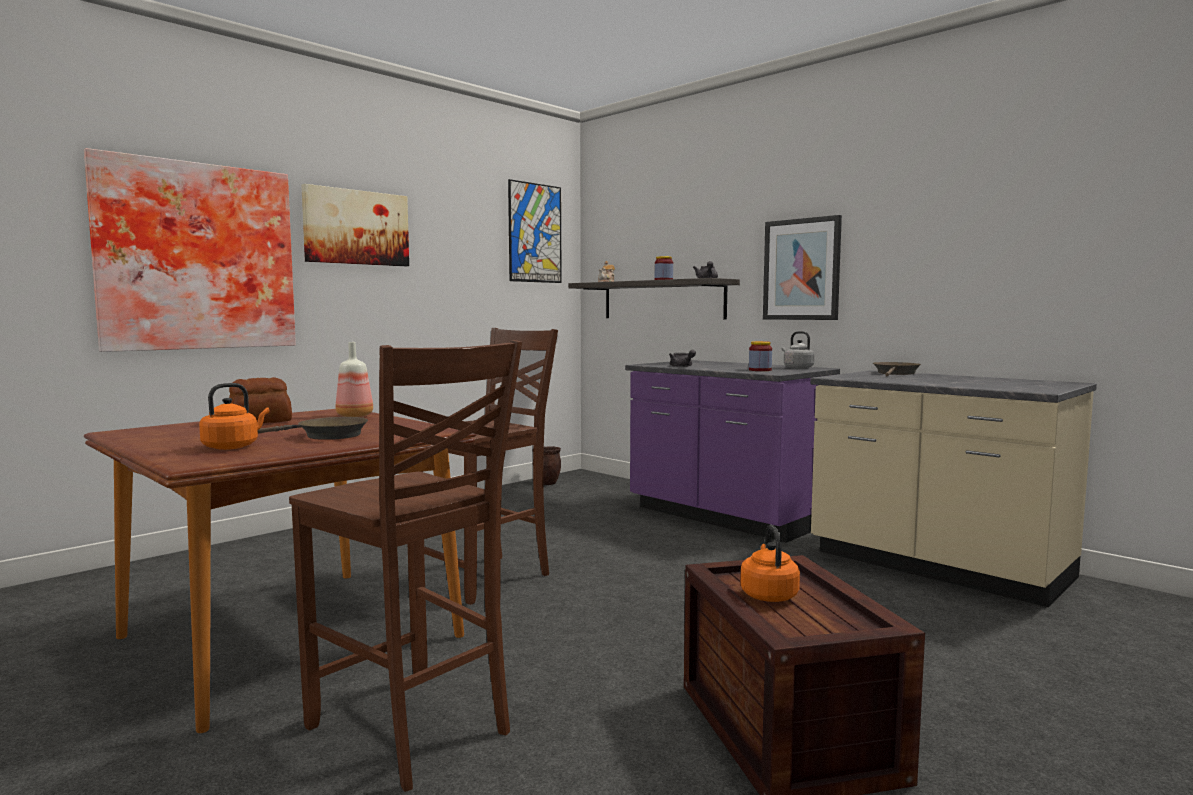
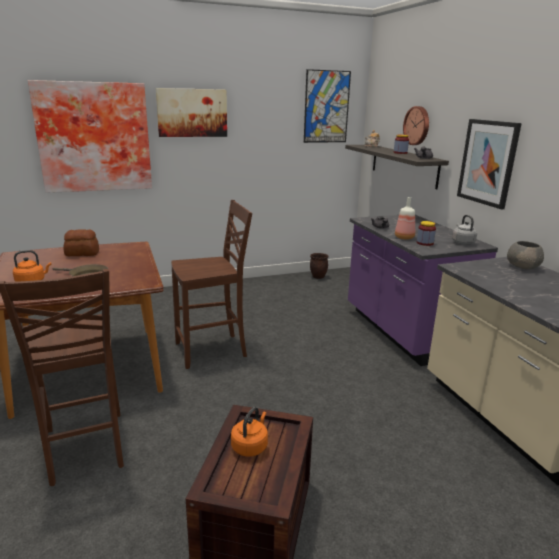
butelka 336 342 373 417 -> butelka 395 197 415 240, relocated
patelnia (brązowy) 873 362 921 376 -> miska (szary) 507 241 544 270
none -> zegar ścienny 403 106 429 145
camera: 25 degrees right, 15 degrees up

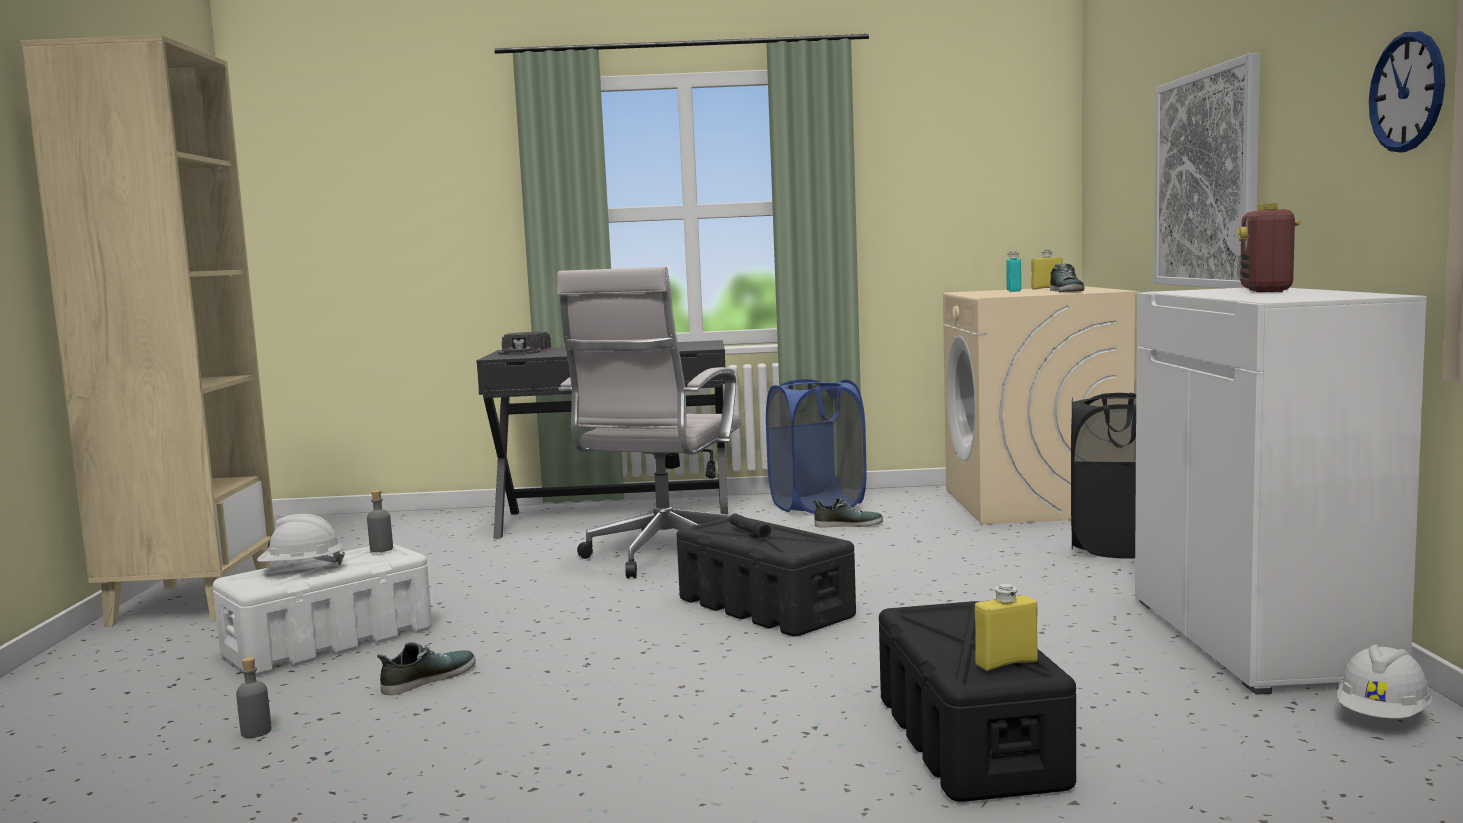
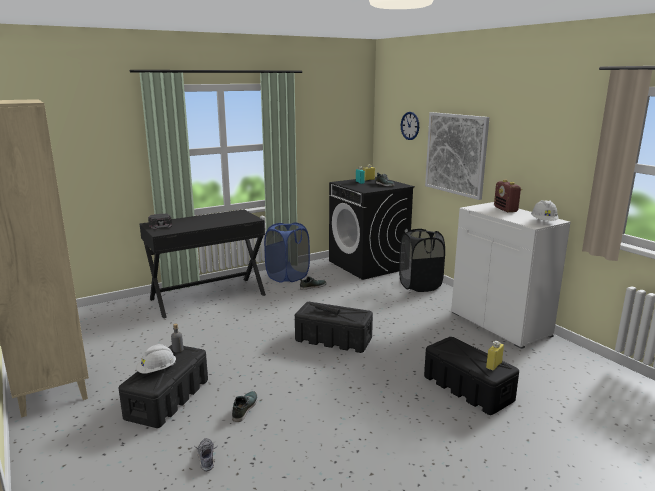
pojemnik do przechowywania (biały) 213 544 432 676 -> pojemnik do przechowywania (czarny) 119 345 208 428
butelka (szary) 236 657 272 738 -> but 195 438 216 471
krzesło biurowe (biały) 557 267 741 578 -> none
pralka (beżowy) 943 286 1140 525 -> pralka (czarny) 329 177 415 280
kask (biały) 1337 644 1432 719 -> kask (biały) 531 200 558 221, relocated
zegar ścienny 1369 31 1445 152 -> zegar ścienny 401 112 419 140, relocated
camera: 30 degrees left, 10 degrees up

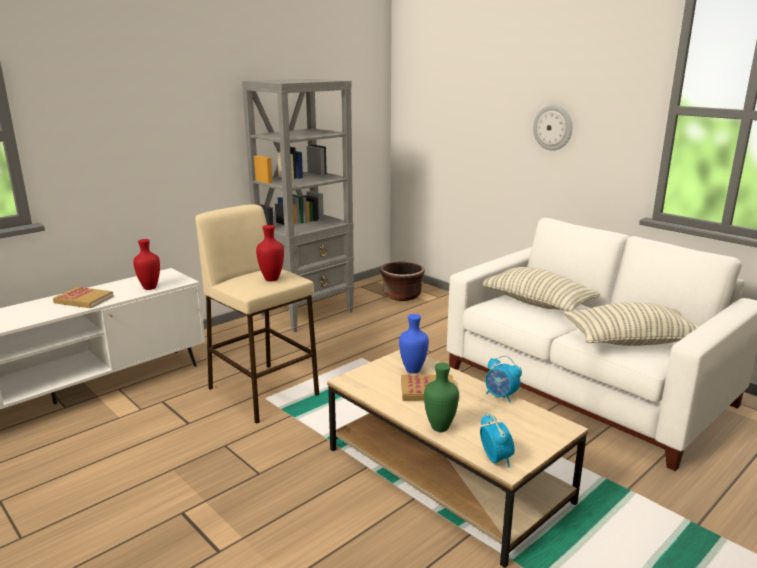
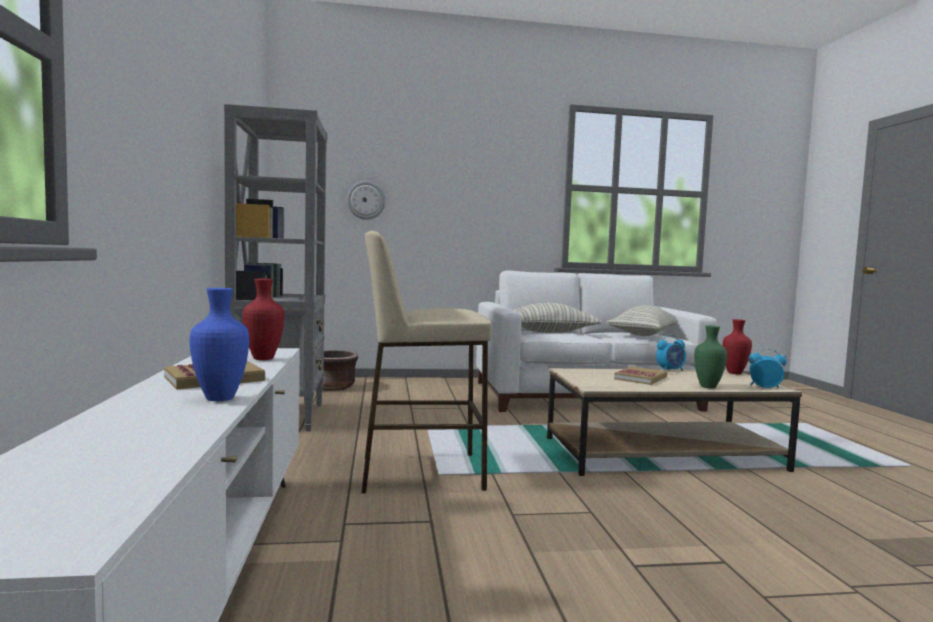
wazon (czerwony) 256 225 284 281 -> wazon (czerwony) 723 319 752 374, relocated
wazon (niebieski) 399 314 429 374 -> wazon (niebieski) 190 288 249 401, relocated
zegar ścienny 533 105 572 151 -> zegar ścienny 347 181 386 220, relocated
camera: 55 degrees left, 15 degrees down

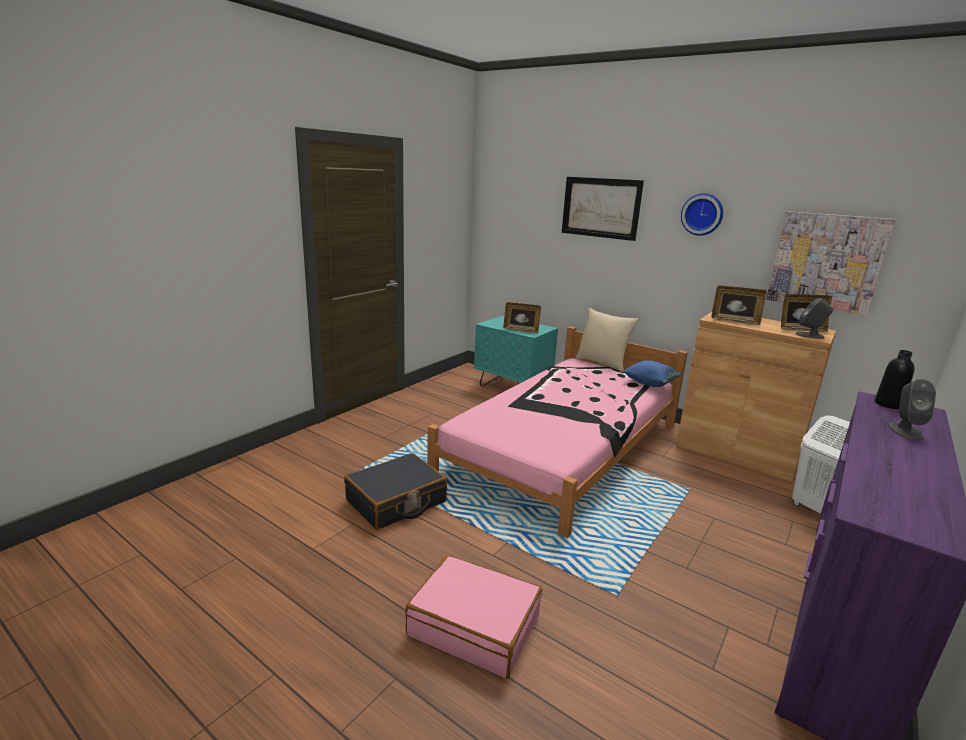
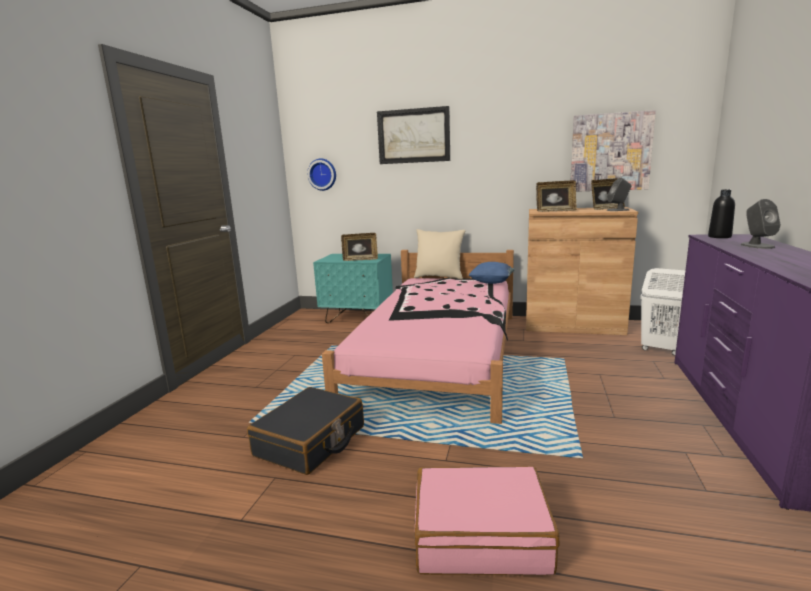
zegar ścienny 681 193 723 236 -> zegar ścienny 307 158 336 191, relocated
camera: 20 degrees left, 5 degrees down

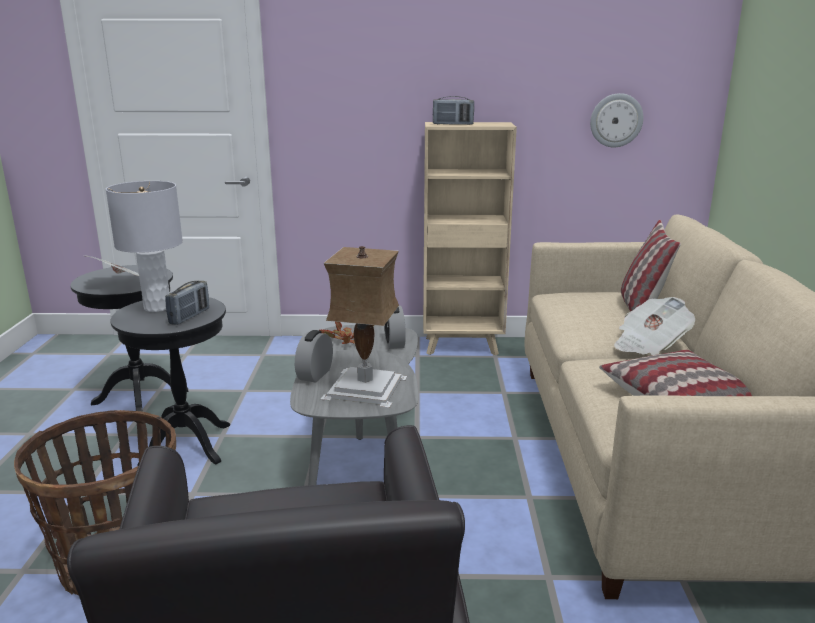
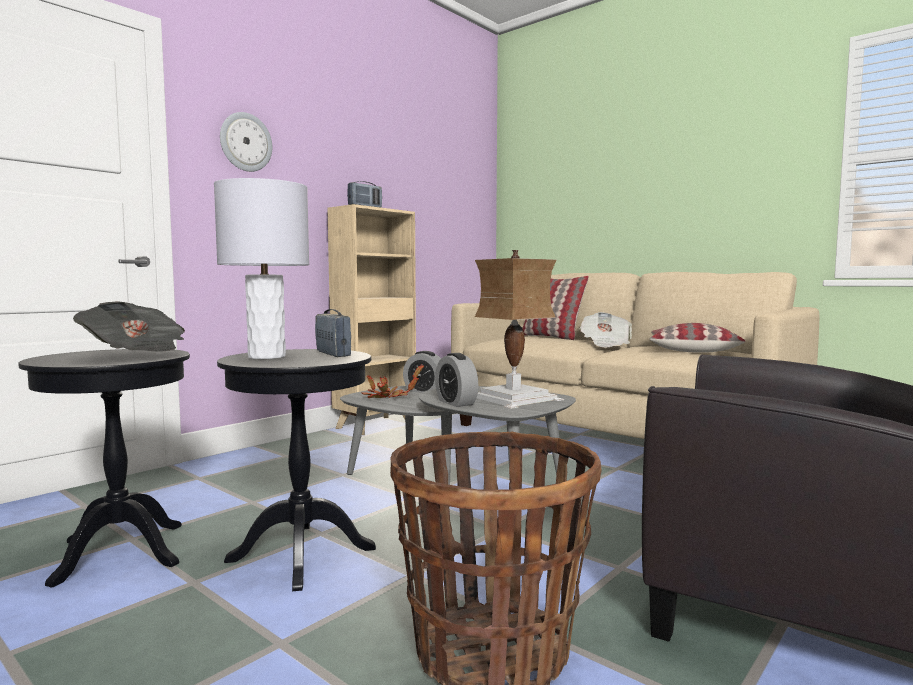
zegar ścienny 590 93 644 147 -> zegar ścienny 220 112 272 172, relocated
camera: 50 degrees left, 15 degrees down

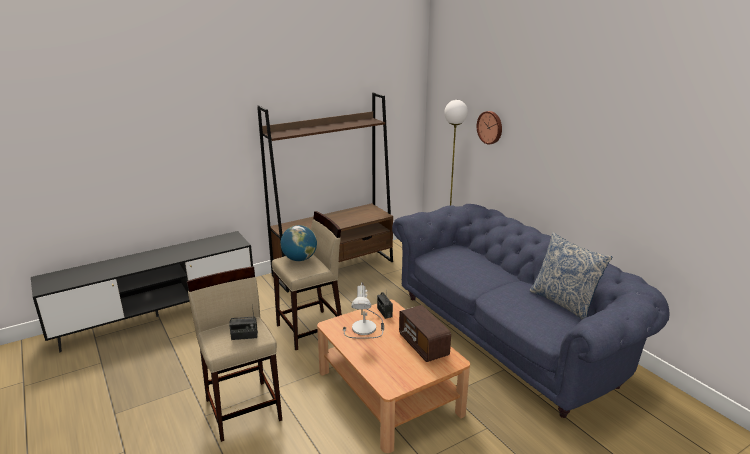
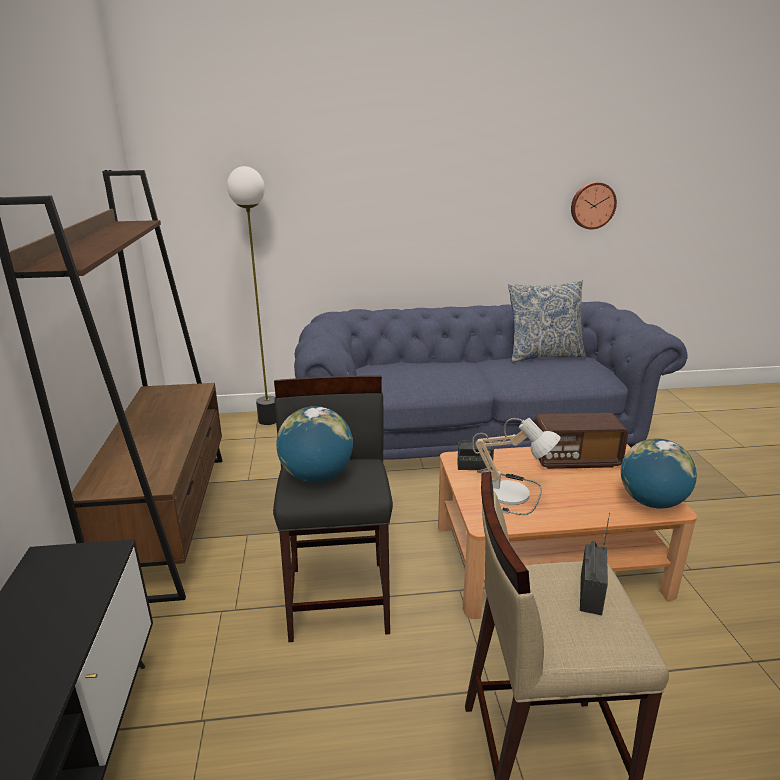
stołek (beżowy) 272 211 342 350 -> stołek (czarny) 273 375 393 642
zegar ścienny 477 111 502 144 -> zegar ścienny 571 182 617 229, relocated
none -> globus 621 438 697 508
camera: 65 degrees left, 0 degrees up

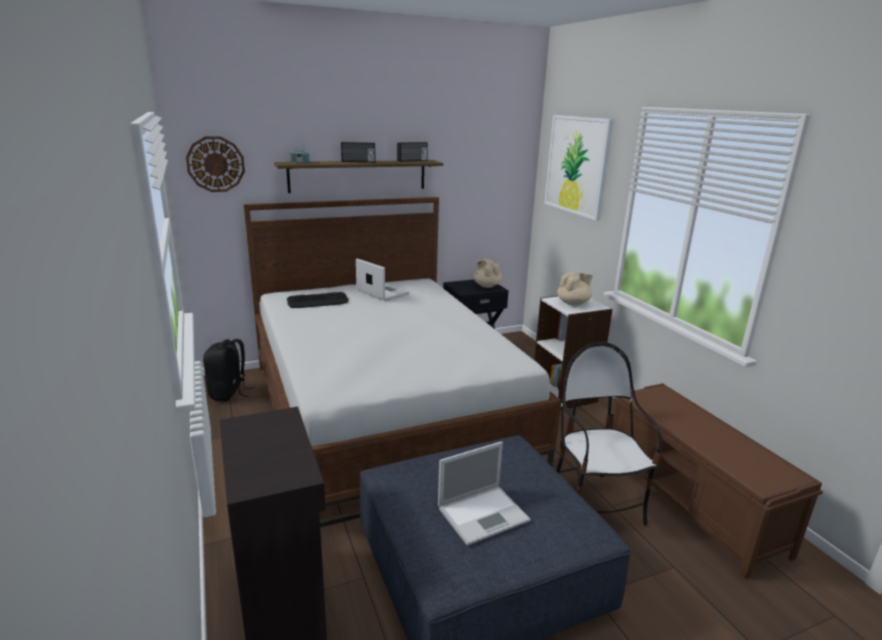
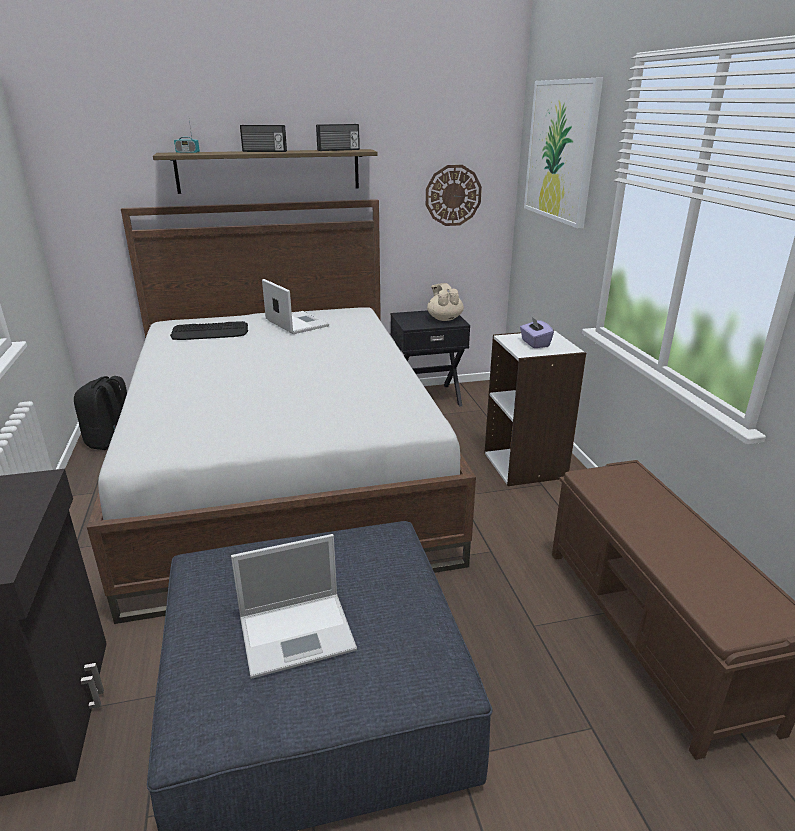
zegar ścienny 186 136 245 192 -> zegar ścienny 426 165 482 226, relocated
krzesło 556 342 663 526 -> none
imbryk (beżowy) 557 271 593 305 -> pudełko chusteczek (fioletowy) 520 317 554 348
camera: 10 degrees right, 5 degrees up

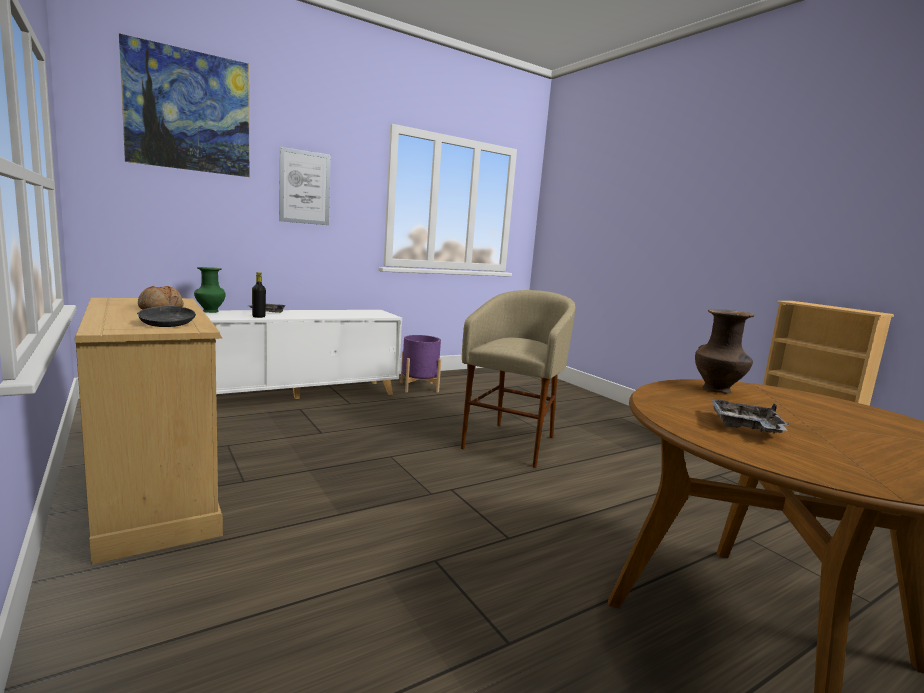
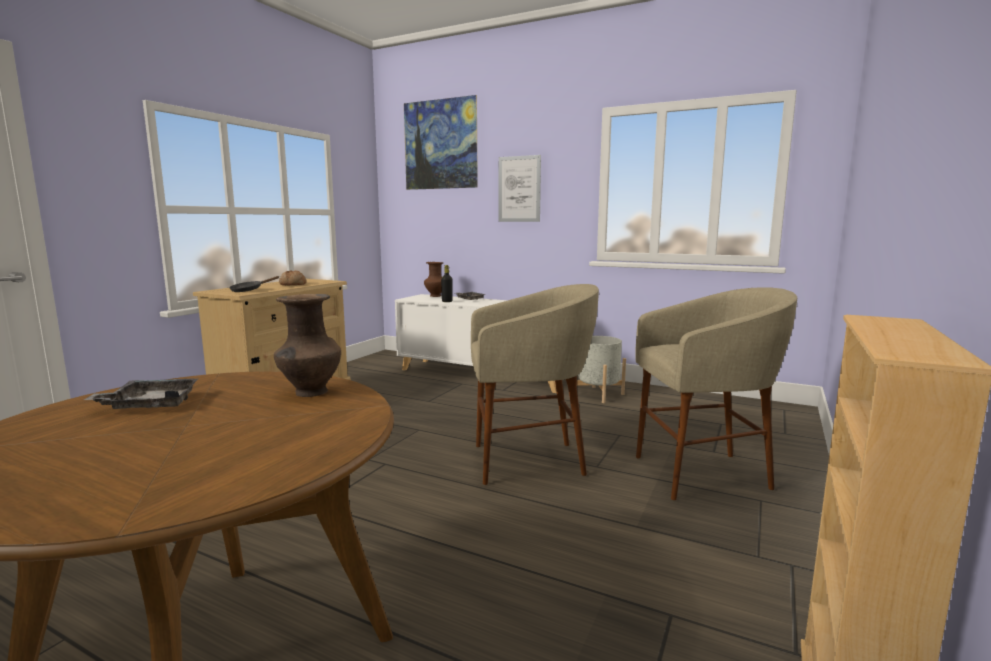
wazon (zielony) 194 267 226 313 -> wazon (brązowy) 424 262 443 297
donica (fioletowy) 400 335 441 393 -> donica (szary) 577 336 626 403
none -> stołek (beżowy) 635 287 797 500
camera: 60 degrees right, 0 degrees up

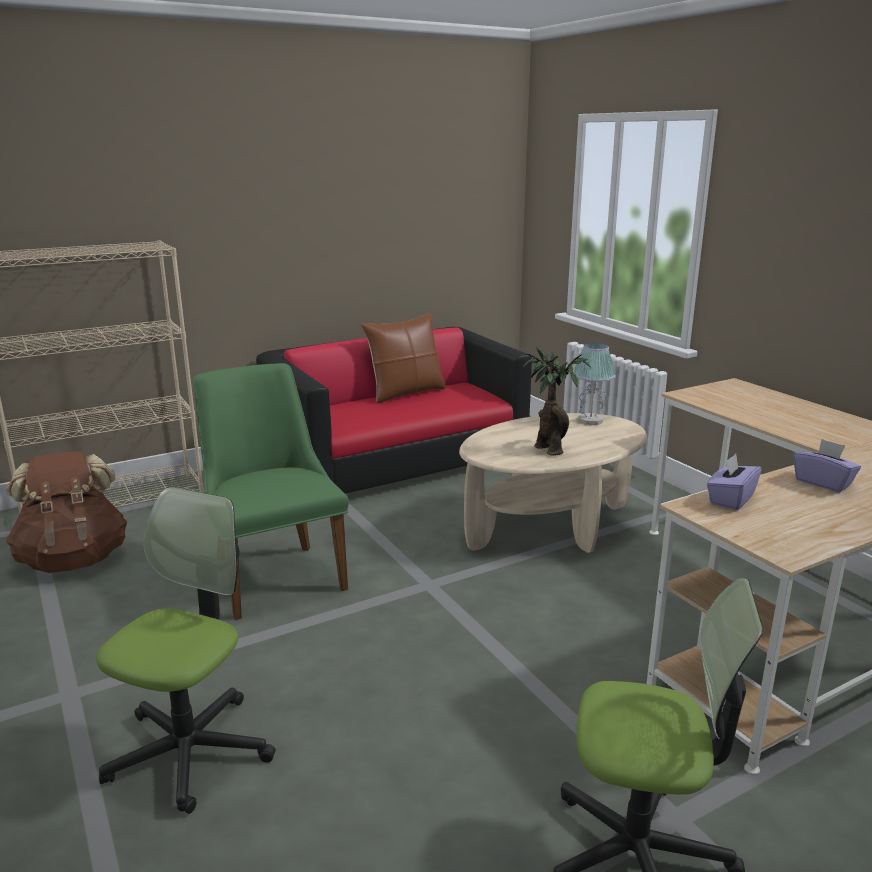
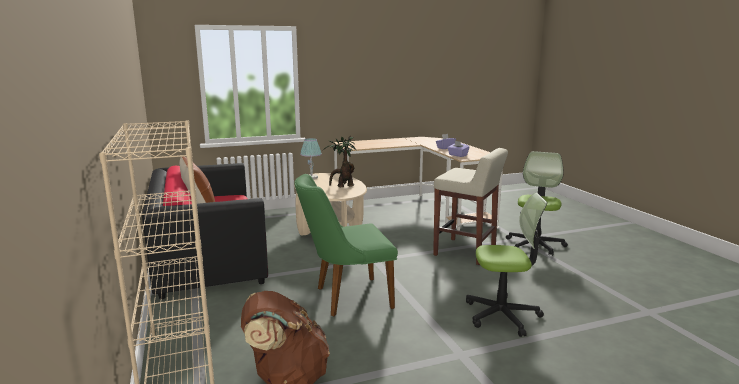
krzesło biurowe 96 487 276 814 -> krzesło biurowe 466 193 547 337, 150 degrees clockwise
none -> stołek (beżowy) 433 148 508 265
camera: 80 degrees left, 5 degrees down

